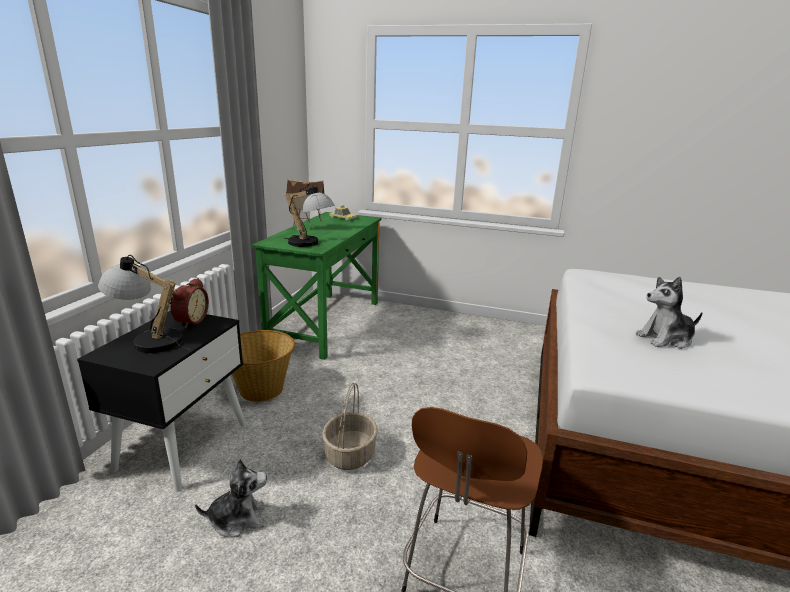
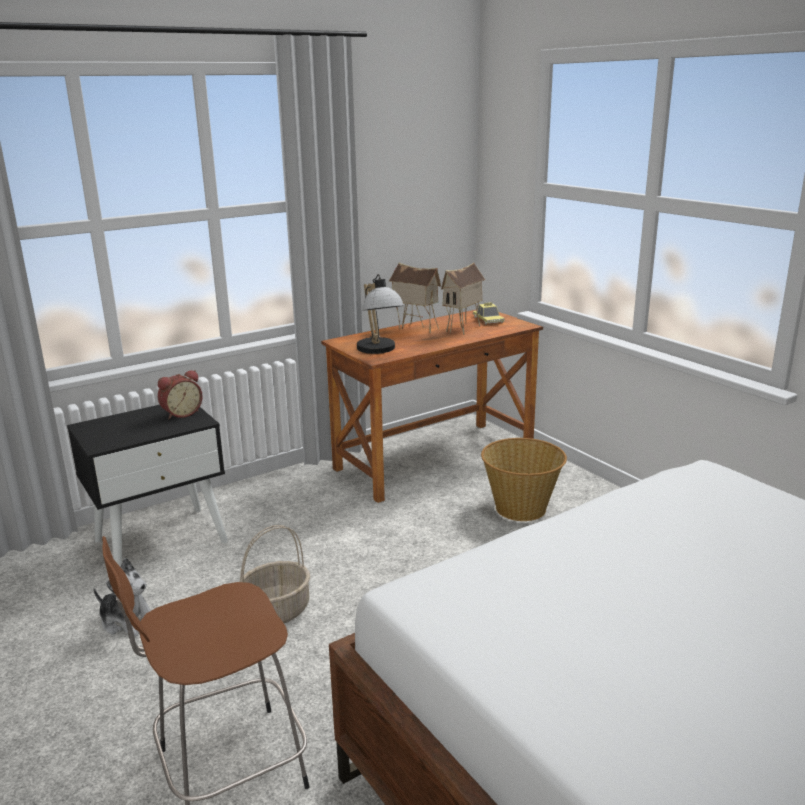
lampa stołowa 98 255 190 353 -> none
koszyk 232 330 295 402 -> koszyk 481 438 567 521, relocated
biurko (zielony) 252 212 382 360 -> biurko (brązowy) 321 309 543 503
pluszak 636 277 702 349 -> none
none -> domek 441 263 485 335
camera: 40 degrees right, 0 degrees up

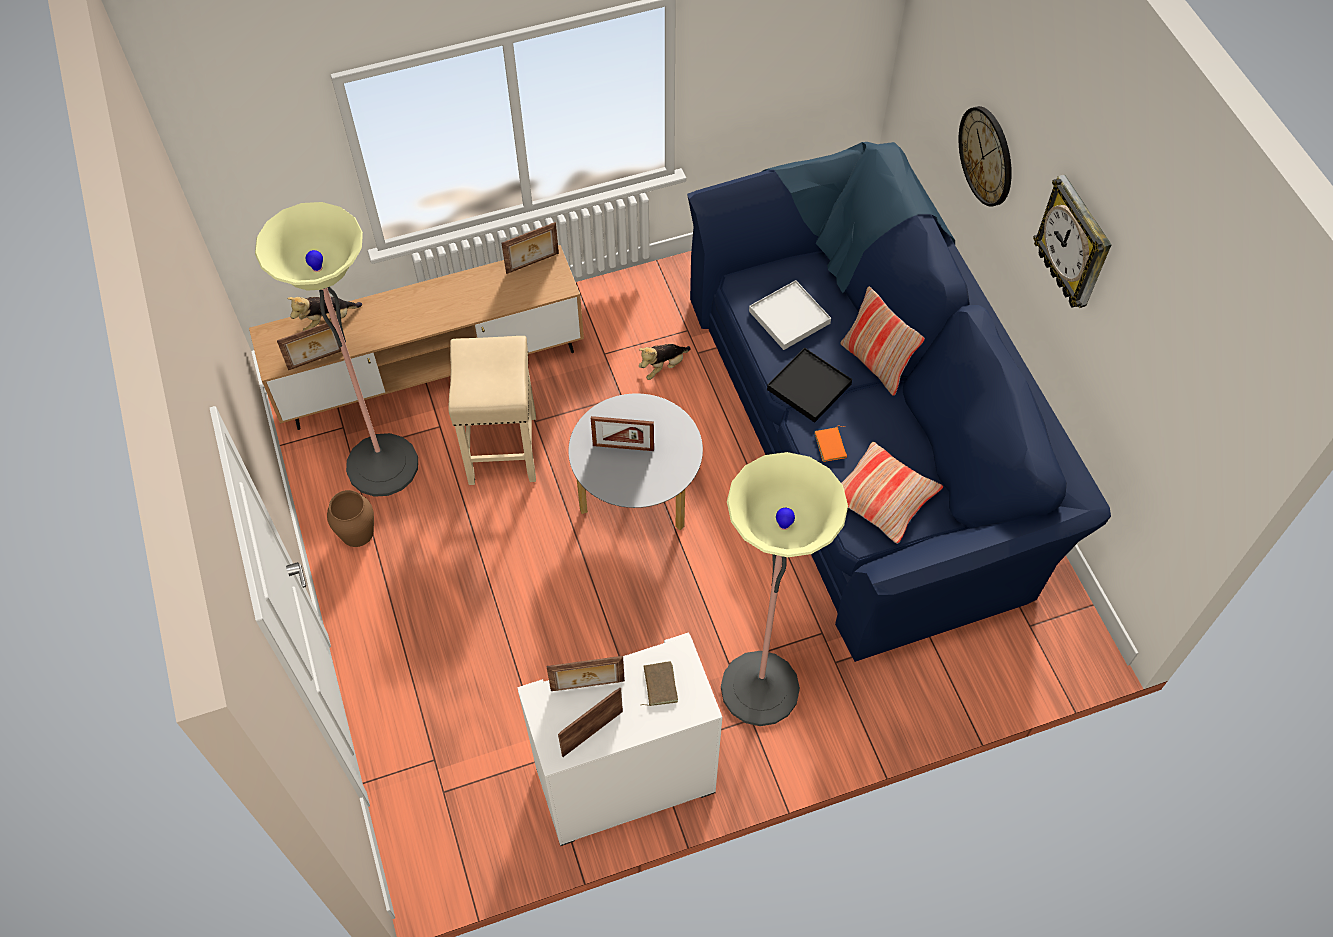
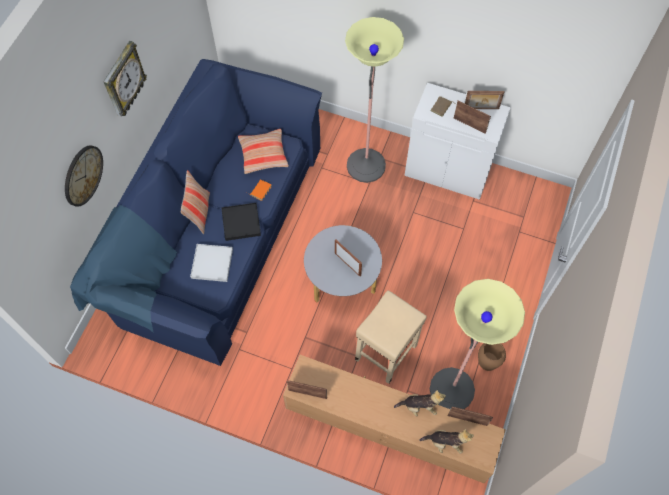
pluszak 639 344 691 380 -> pluszak 394 390 446 417, relocated
camera: 140 degrees left, 5 degrees up

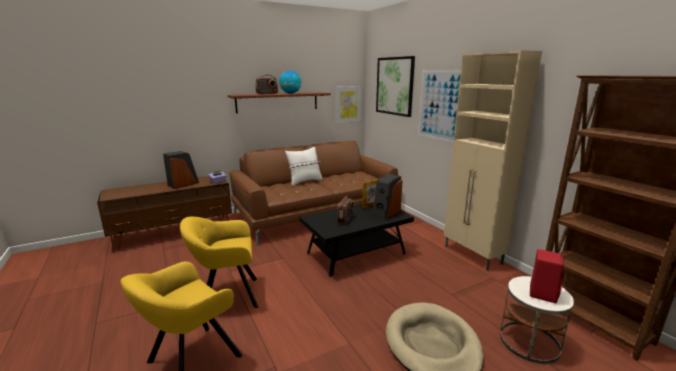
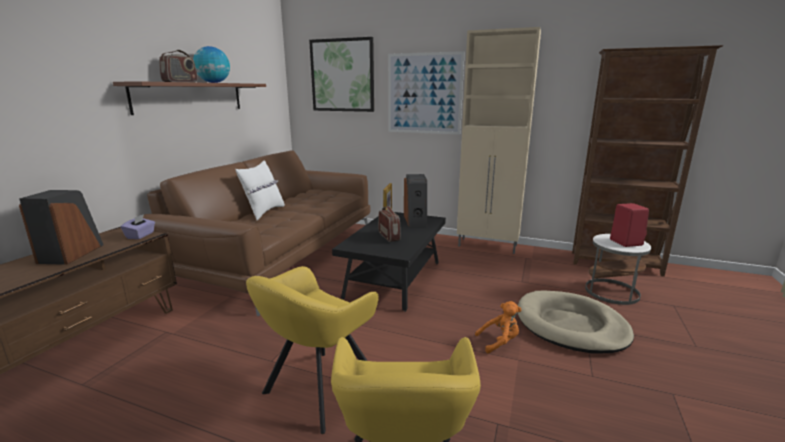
obraz 335 86 362 124 -> none
none -> pluszak (pomarańczowy) 475 301 521 354
camera: 40 degrees left, 0 degrees up

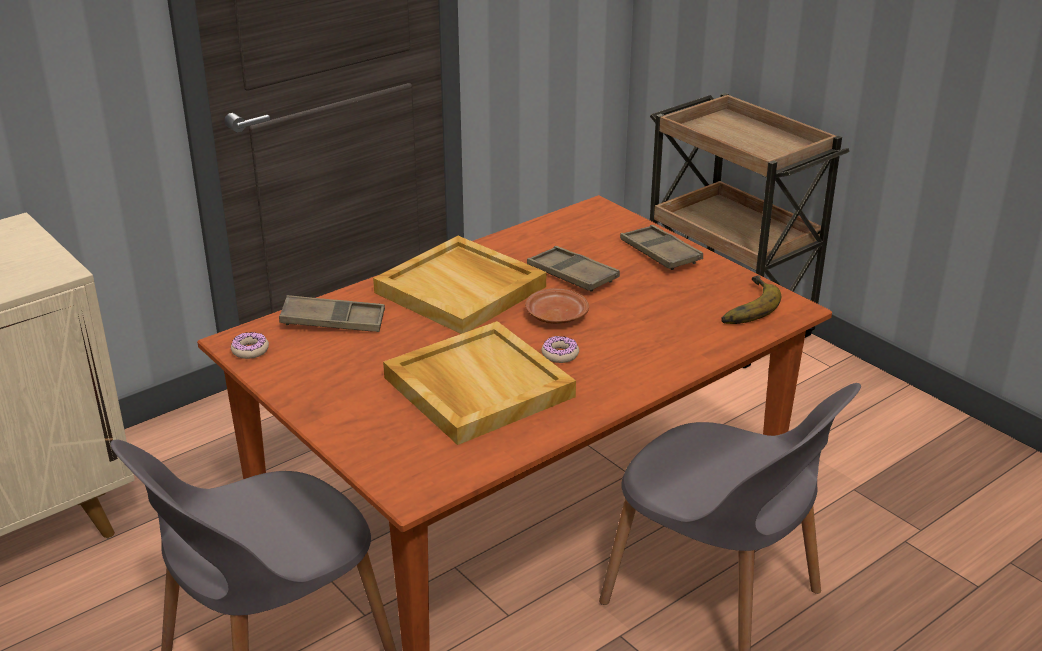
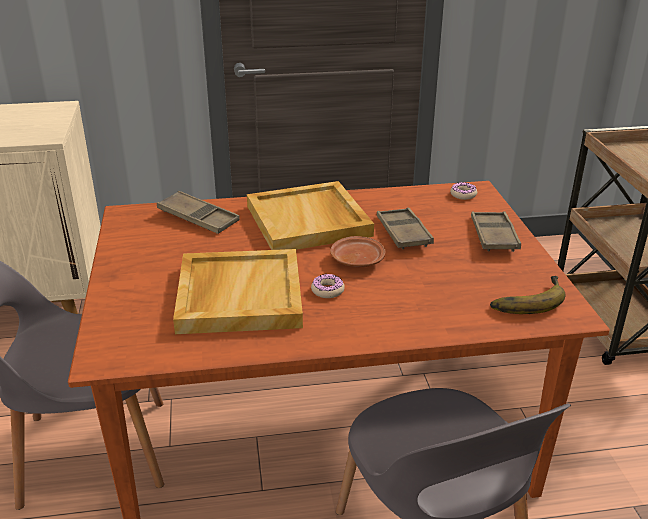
donut 231 332 269 359 -> donut 450 182 477 200, relocated
camera: 30 degrees right, 0 degrees up

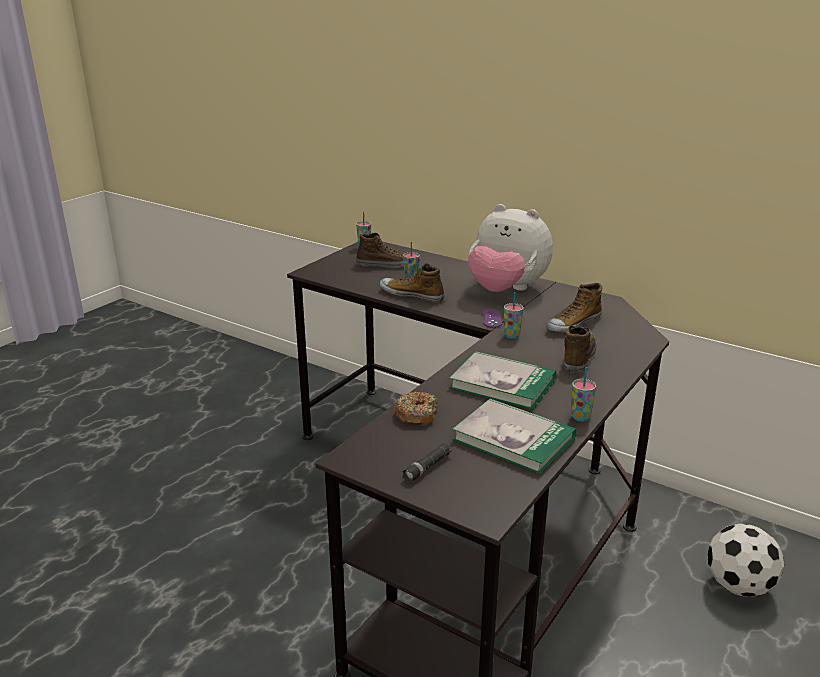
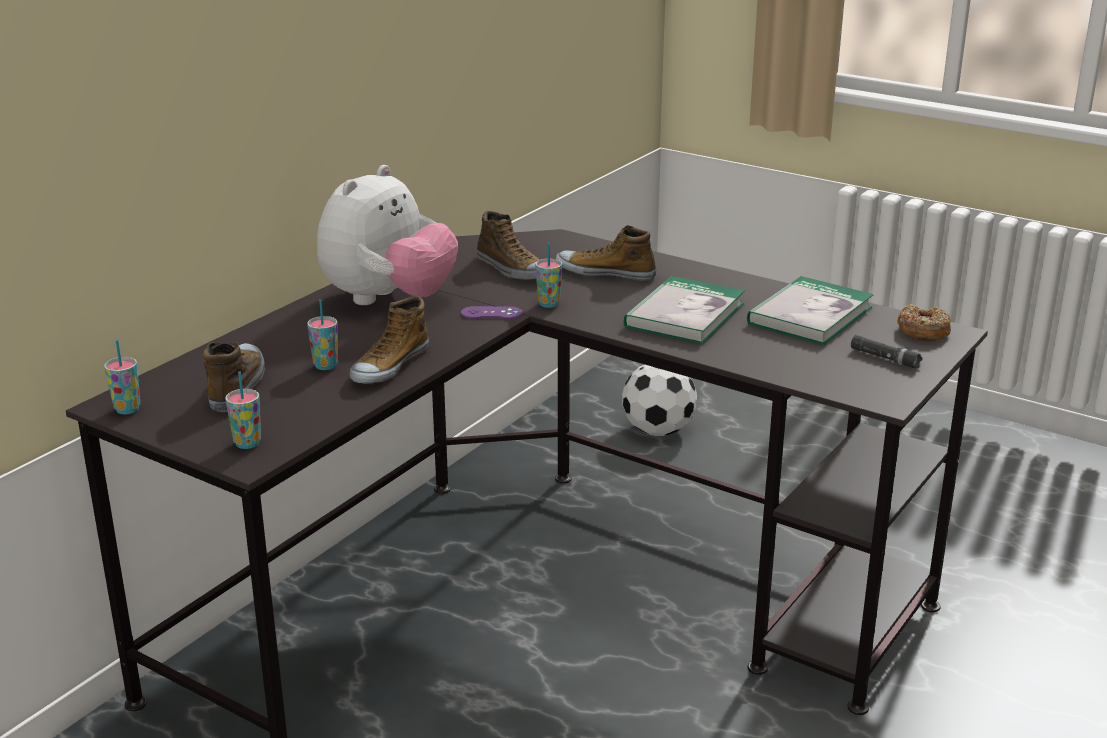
donut 394 392 438 425 -> donut 897 304 951 341, relocated
filiżanka 571 367 596 422 -> filiżanka 225 372 261 449, relocated
camera: 90 degrees left, 0 degrees up

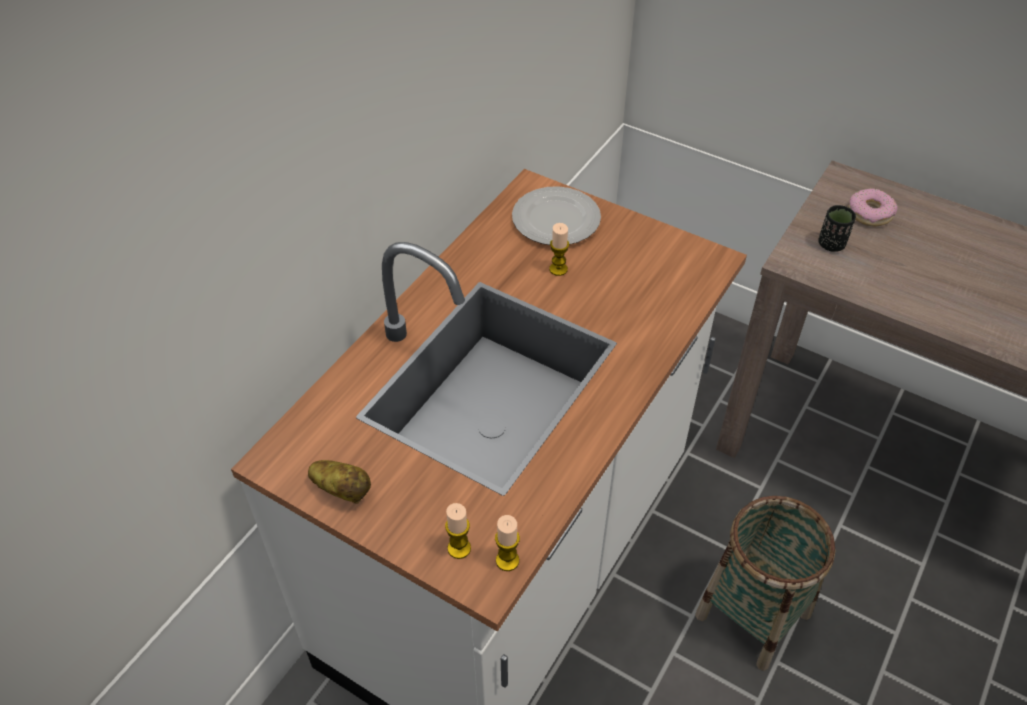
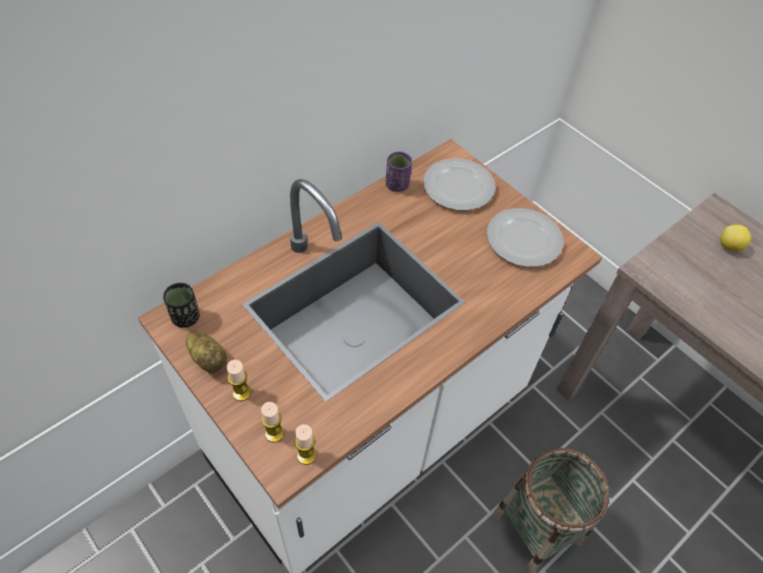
świeca 549 223 569 276 -> świeca 227 360 251 401, relocated
filiżanka (czarny) 818 205 856 252 -> filiżanka (czarny) 163 283 200 328, relocated
donut 848 189 898 226 -> cytryna 720 225 751 252
none -> filiżanka (fioletowy) 386 152 412 192
none -> talerz 487 208 564 267
camera: 15 degrees right, 5 degrees up

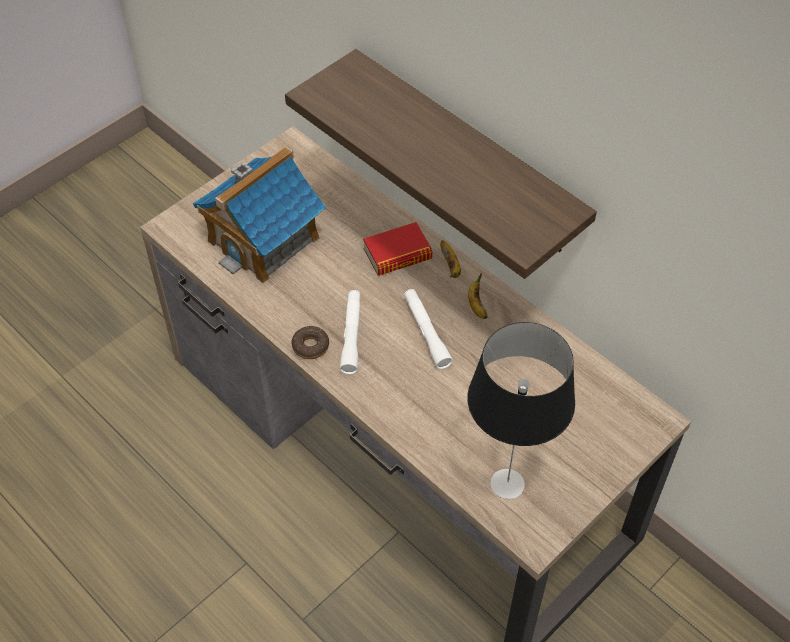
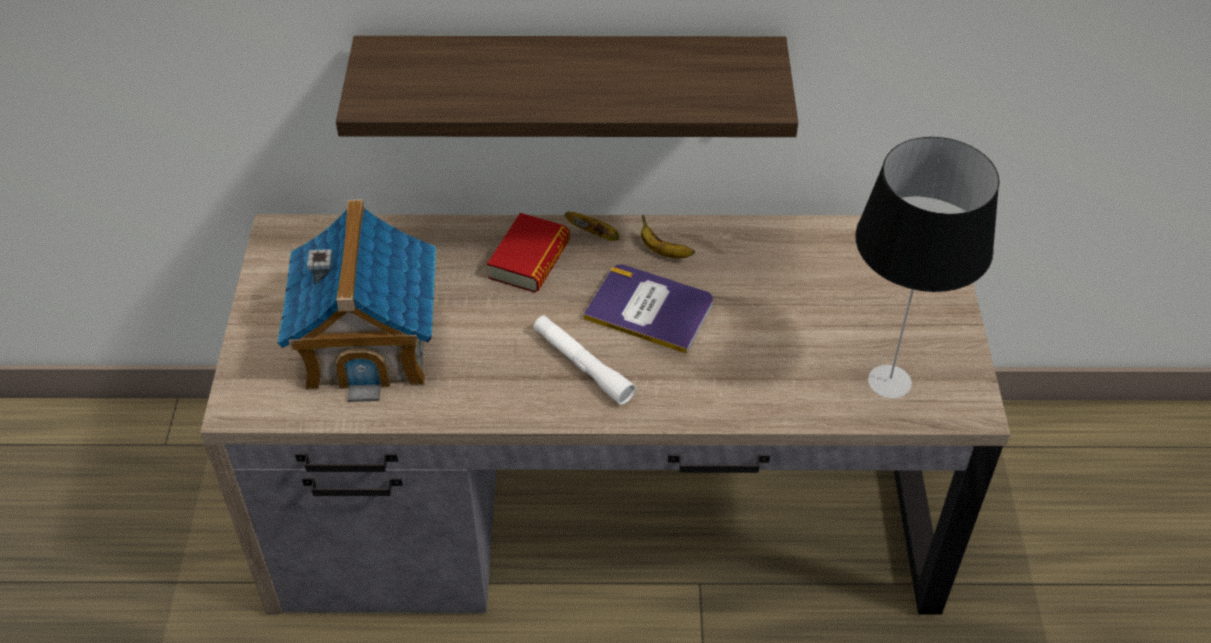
donut 292 326 329 359 -> none
latarka (biały) 404 289 453 369 -> książka 583 264 713 354
camera: 45 degrees left, 5 degrees down

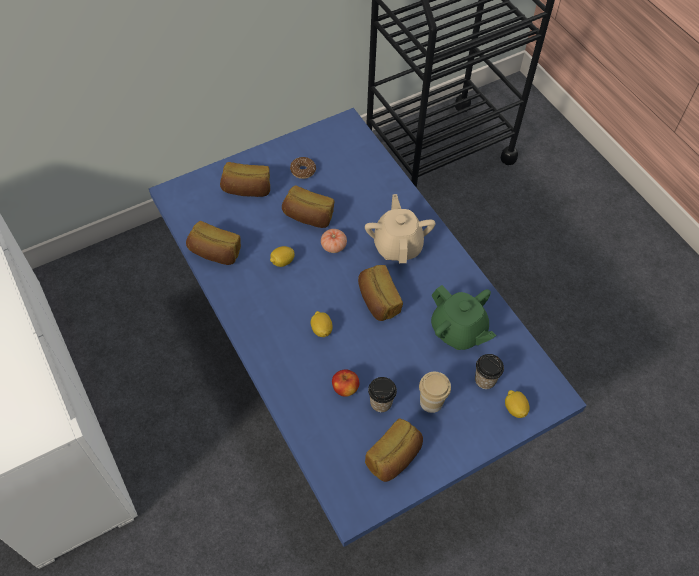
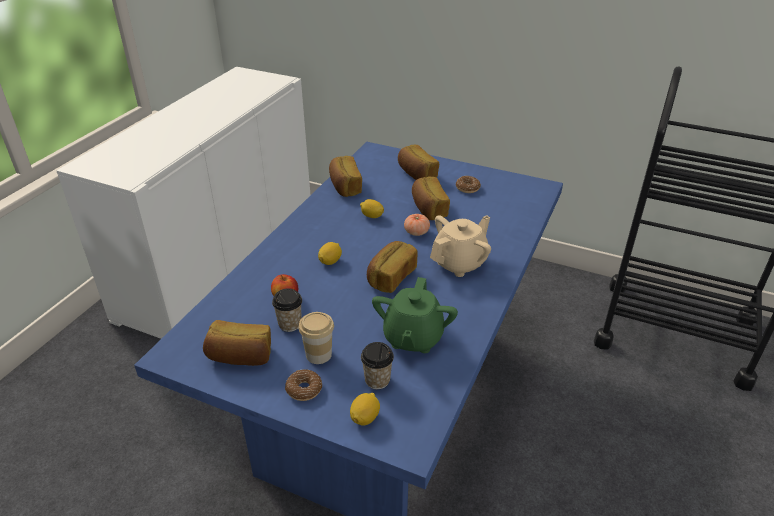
none -> donut 285 369 322 401
camera: 55 degrees right, 20 degrees down

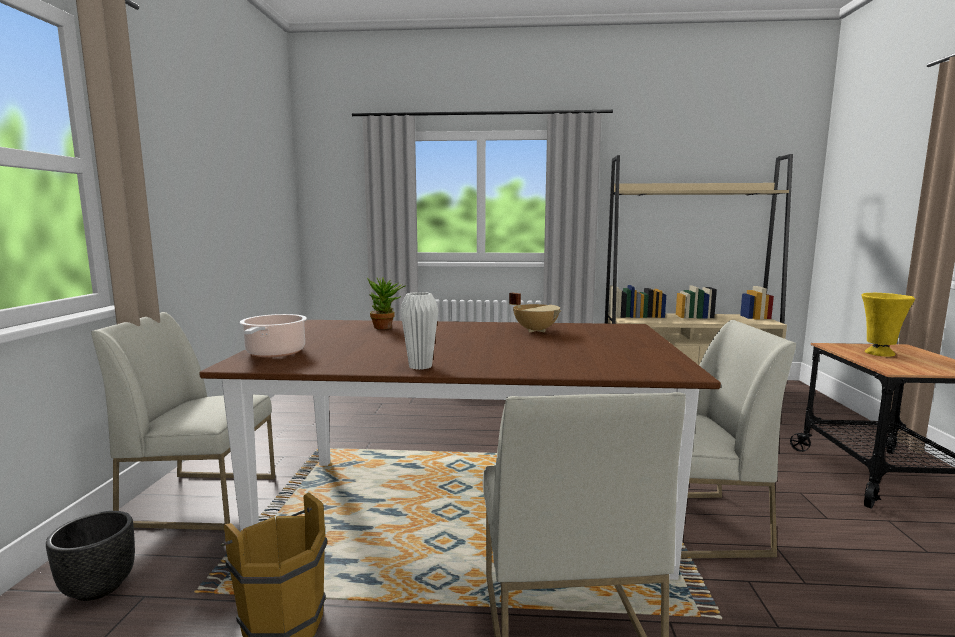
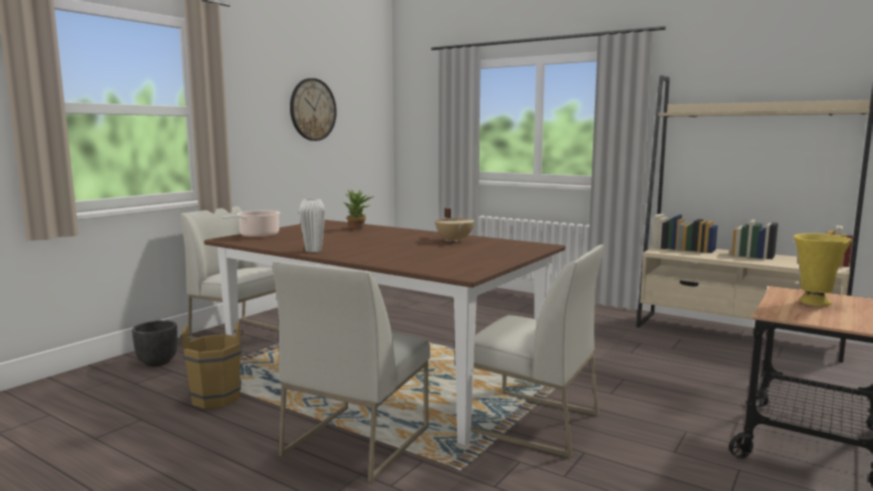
none -> zegar ścienny 290 78 337 141
camera: 30 degrees right, 0 degrees up

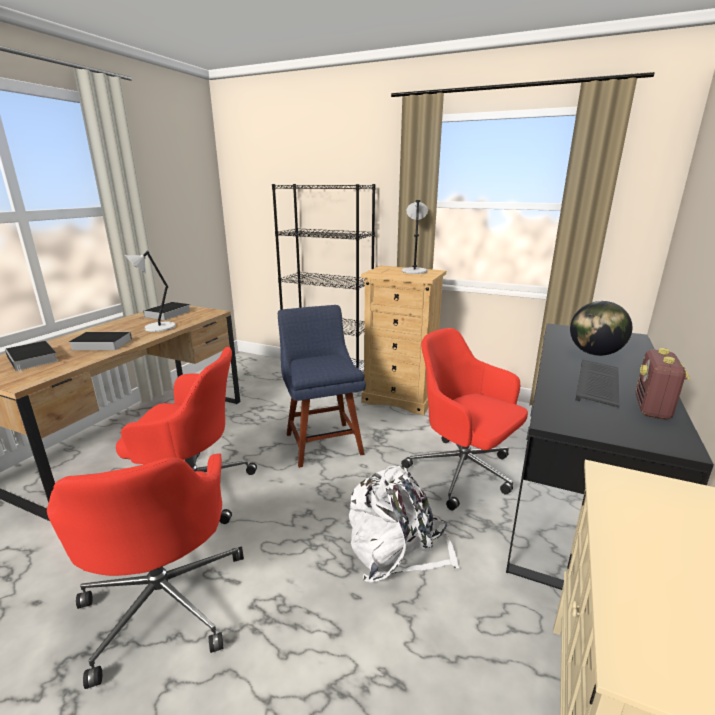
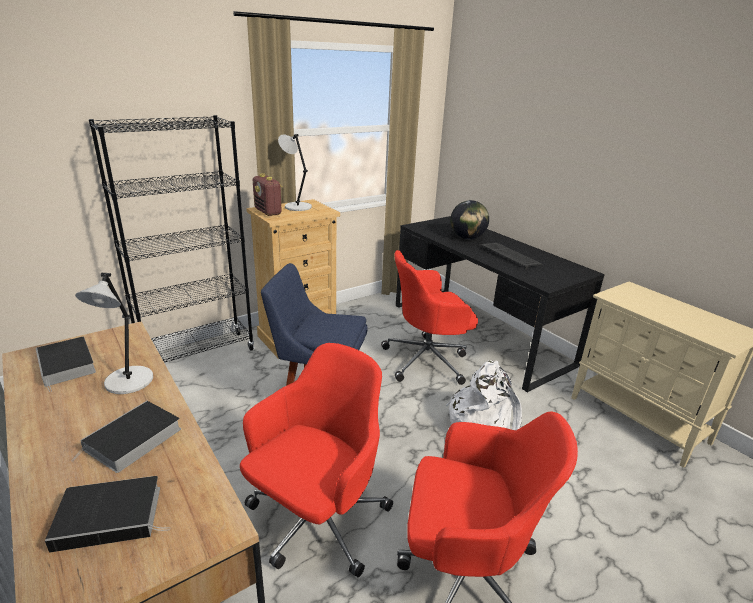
radio 636 348 690 420 -> radio 253 173 282 216, relocated
camera: 60 degrees left, 5 degrees up

